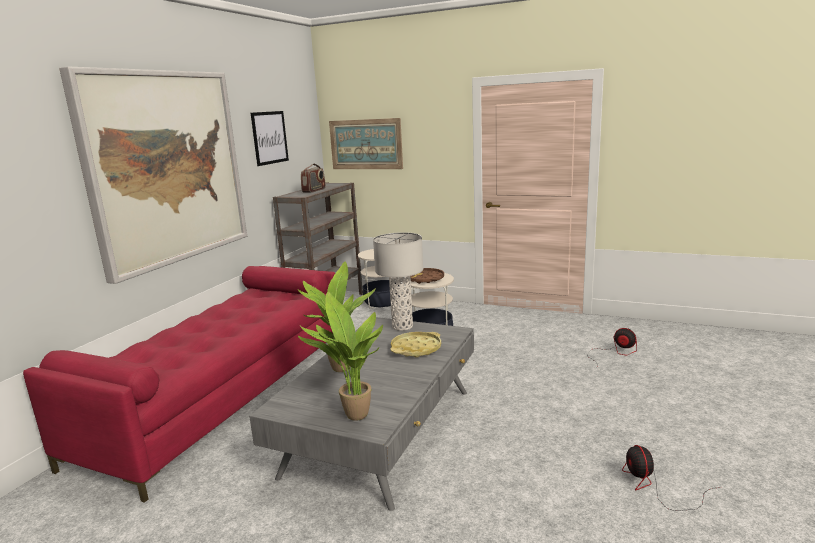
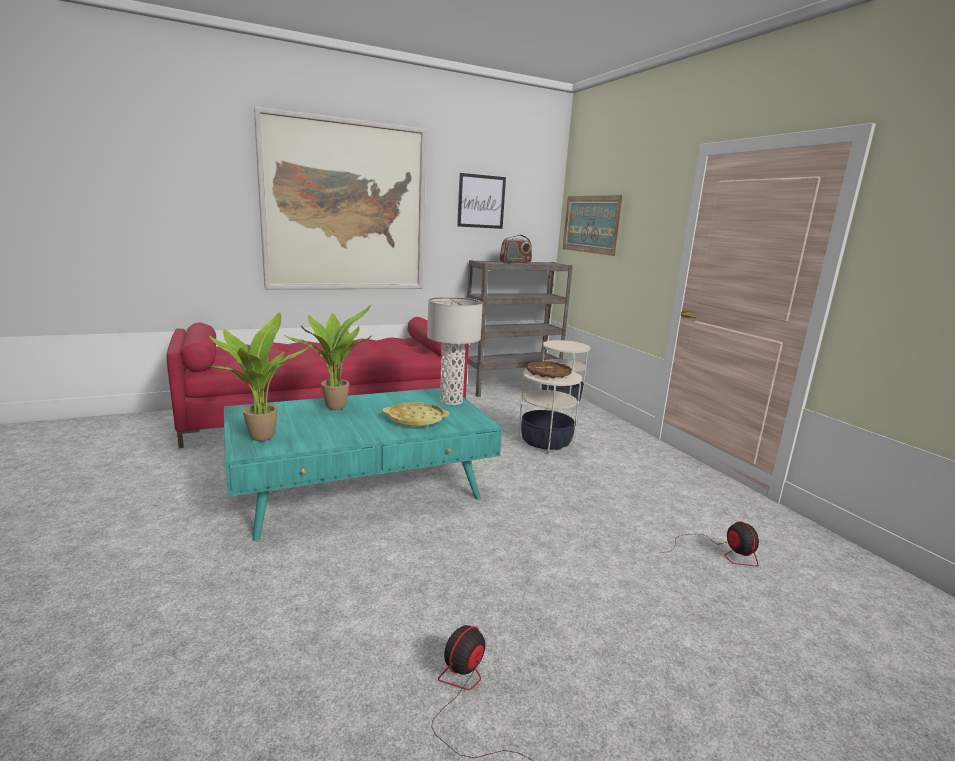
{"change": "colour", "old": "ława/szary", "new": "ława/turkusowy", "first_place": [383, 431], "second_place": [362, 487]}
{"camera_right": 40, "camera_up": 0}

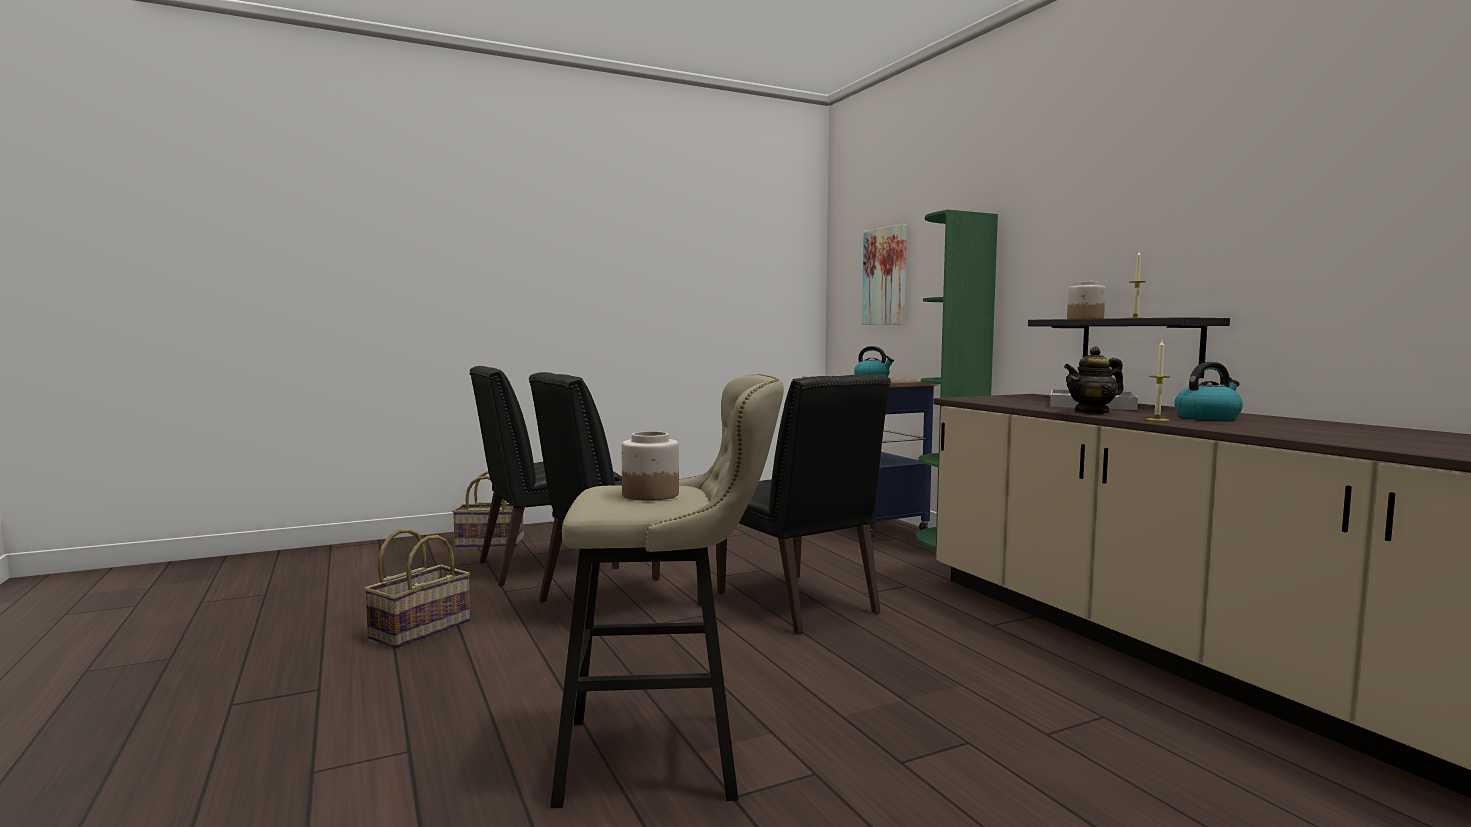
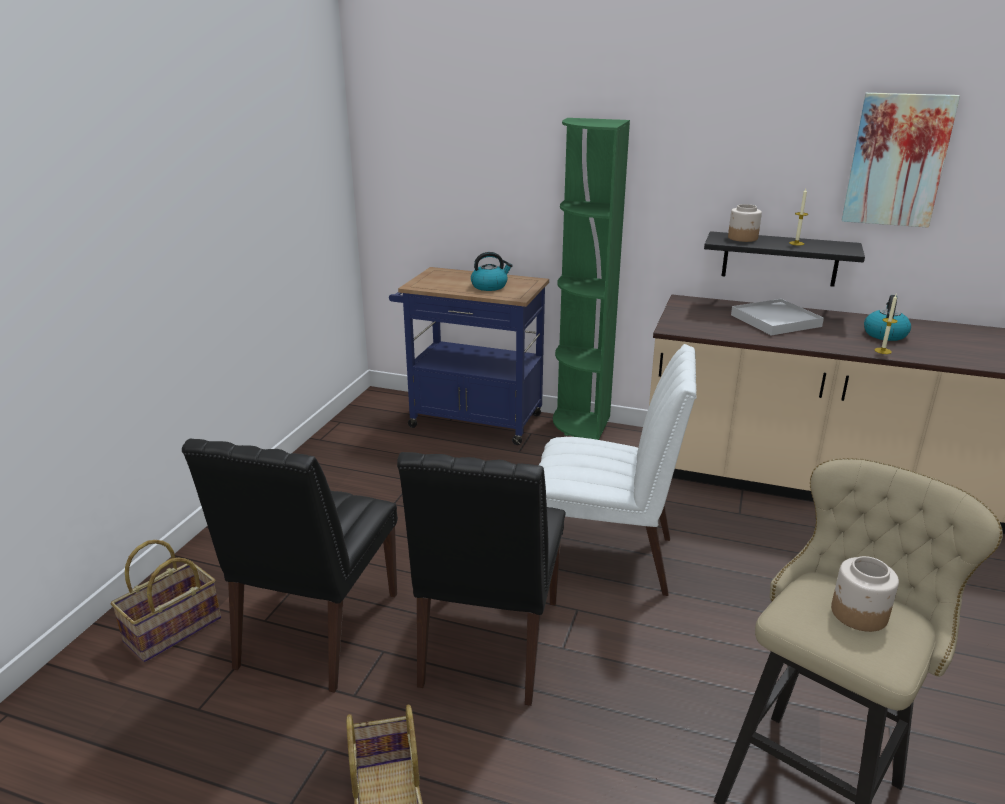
{"change": "missing", "old": "imbryk", "first_place": [1092, 412]}
{"change": "relocated", "old": "obraz", "first_place": [885, 276], "second_place": [897, 160]}
{"change": "colour", "old": "krzesło/czarny", "new": "krzesło/biały", "first_place": [795, 602], "second_place": [604, 558]}
{"camera_right": -45, "camera_up": 20}

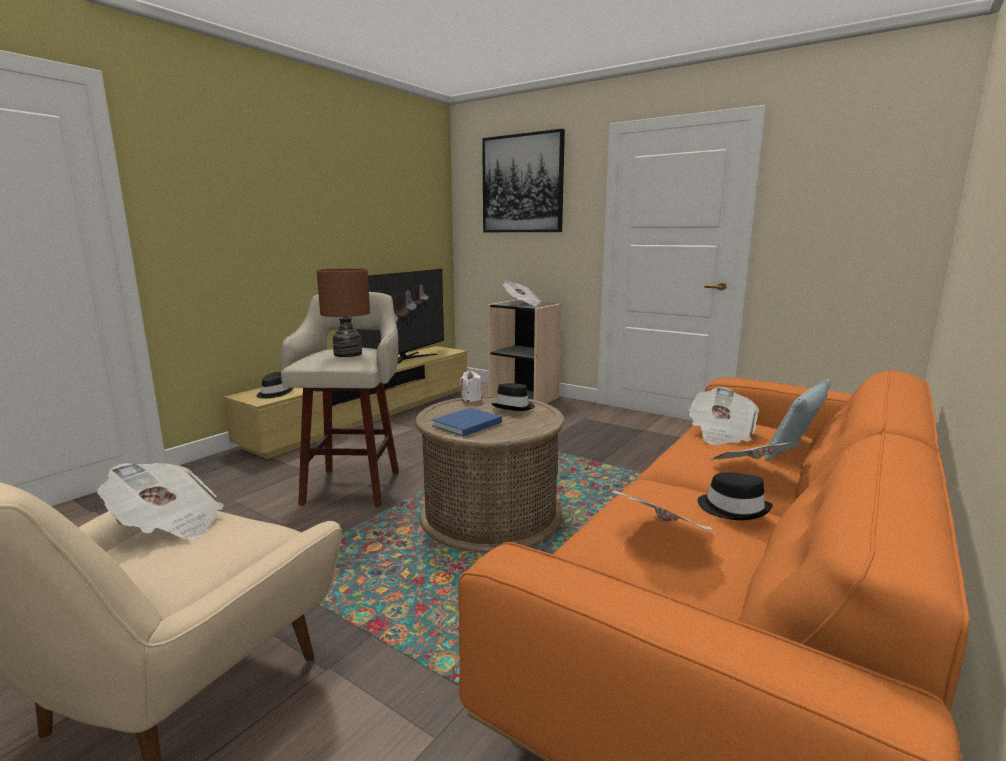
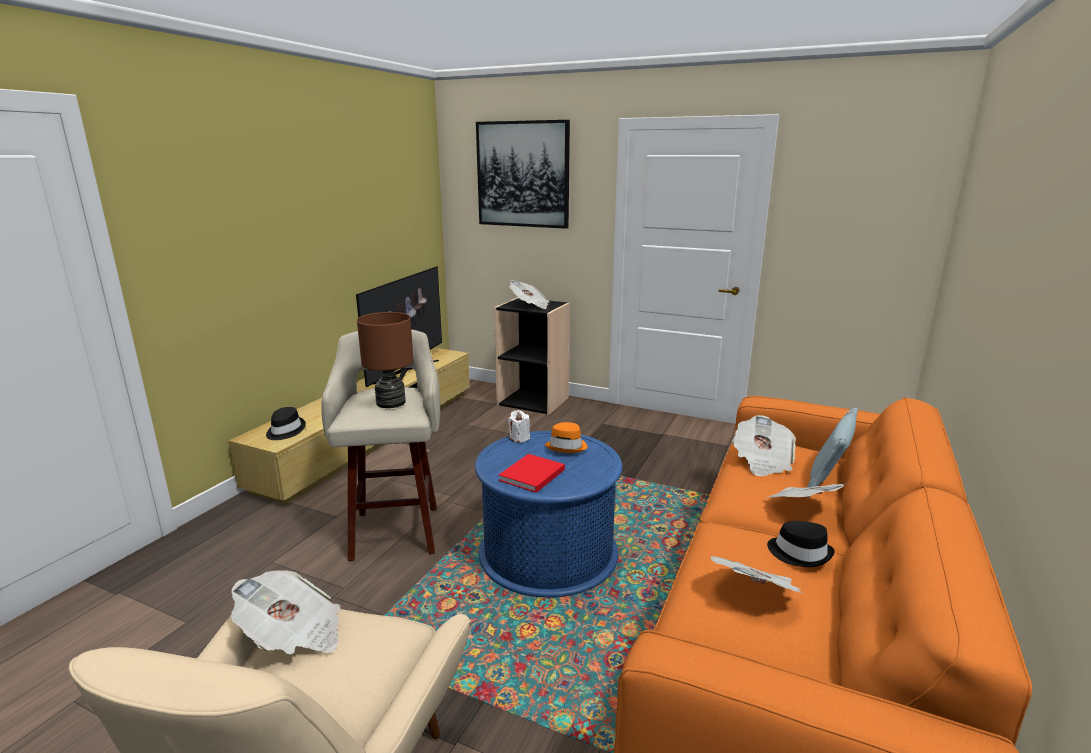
{"change": "colour", "old": "ława/brązowy", "new": "ława/niebieski", "first_place": [490, 515], "second_place": [548, 552]}
{"change": "colour", "old": "książka/niebieski", "new": "książka/czerwony", "first_place": [465, 424], "second_place": [531, 476]}
{"change": "colour", "old": "kapelusz/czarny", "new": "kapelusz/pomarańczowy", "first_place": [514, 407], "second_place": [567, 446]}
{"camera_right": -10, "camera_up": 5}

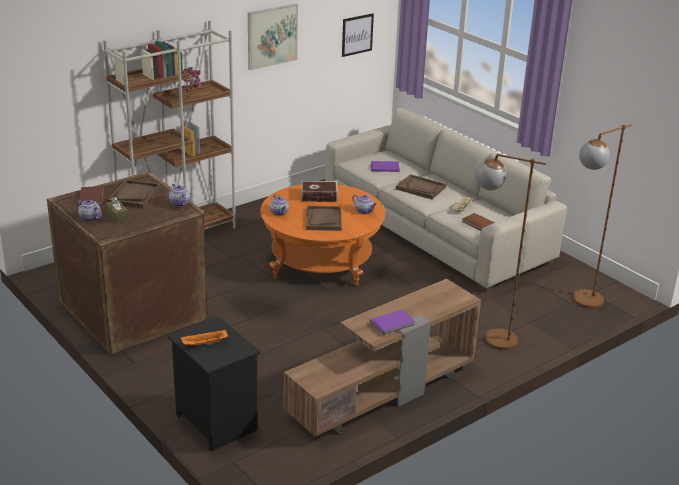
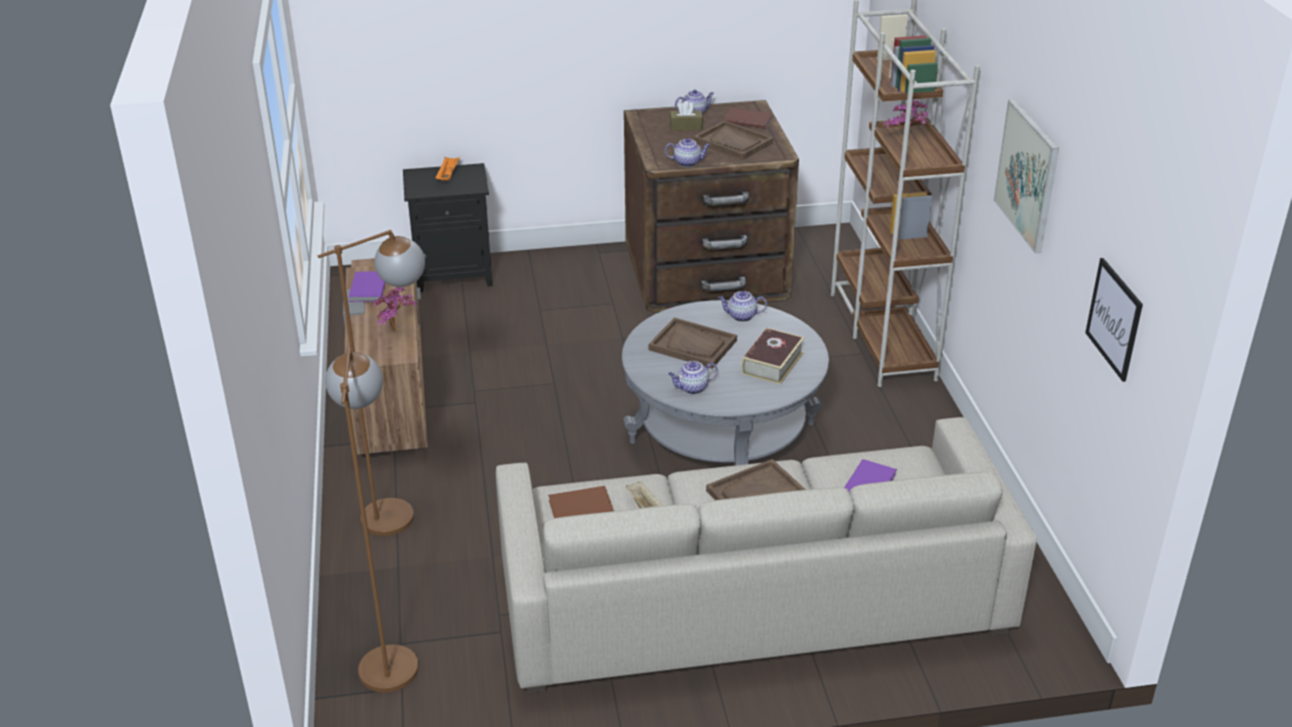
{"change": "appeared", "new": "roślina doniczkowa", "second_place": [397, 332]}
{"change": "colour", "old": "ława/pomarańczowy", "new": "ława/szary", "first_place": [321, 261], "second_place": [722, 433]}
{"camera_right": 120, "camera_up": 5}

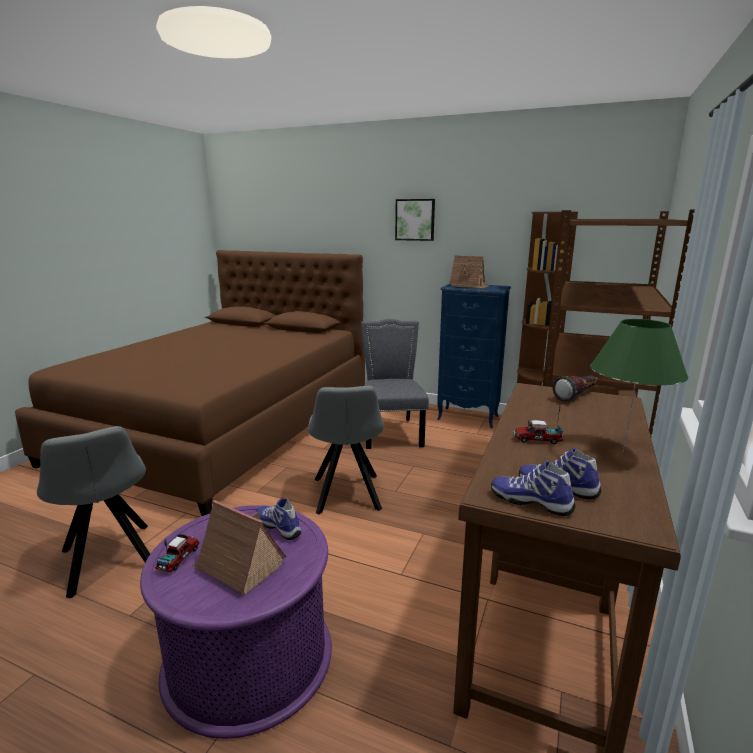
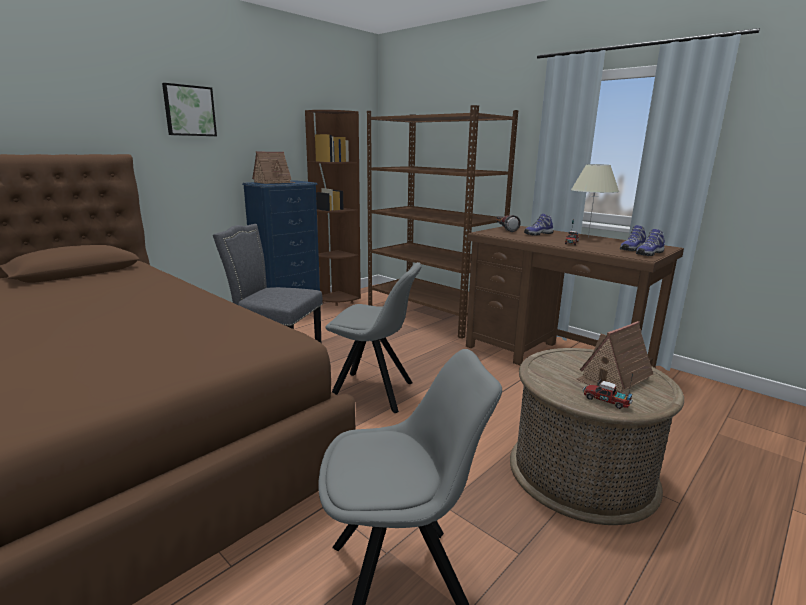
{"change": "relocated", "old": "but", "first_place": [279, 527], "second_place": [537, 234]}
{"change": "colour", "old": "ława/fioletowy", "new": "ława/brązowy", "first_place": [249, 656], "second_place": [582, 472]}
{"change": "colour", "old": "lampa stołowa/zielony", "new": "lampa stołowa/beżowy", "first_place": [623, 452], "second_place": [588, 237]}
{"camera_right": -70, "camera_up": 0}

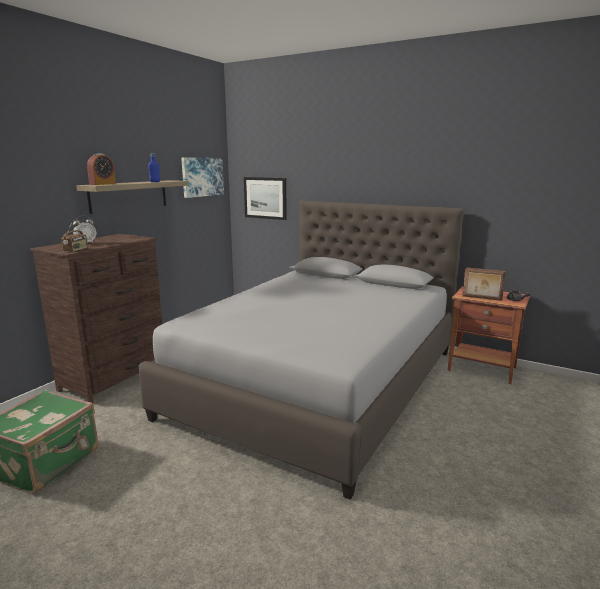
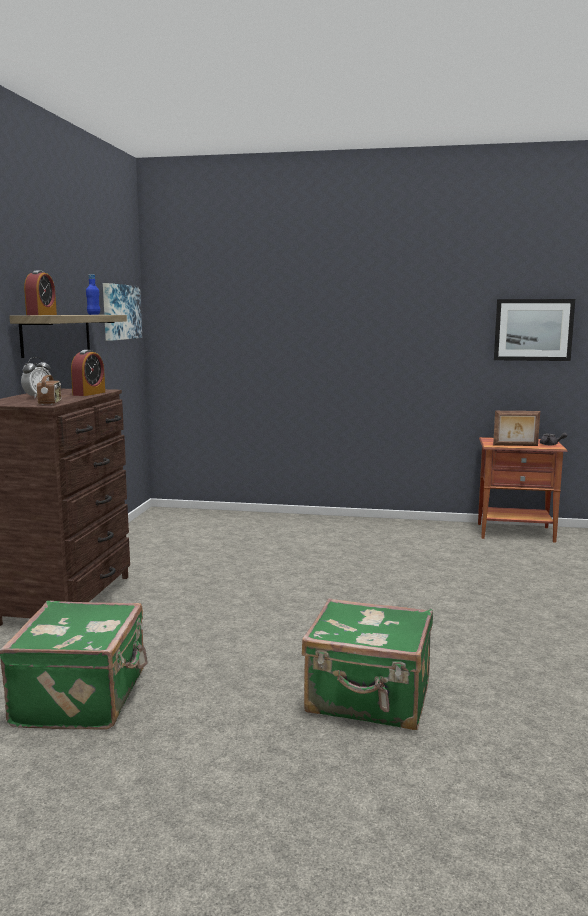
{"change": "missing", "old": "łóżko/szary", "first_place": [320, 382]}
{"change": "appeared", "new": "budzik", "second_place": [89, 393]}
{"change": "appeared", "new": "walizka/zielony", "second_place": [369, 699]}
{"change": "relocated", "old": "obraz", "first_place": [265, 198], "second_place": [533, 330]}
{"camera_right": -20, "camera_up": -5}

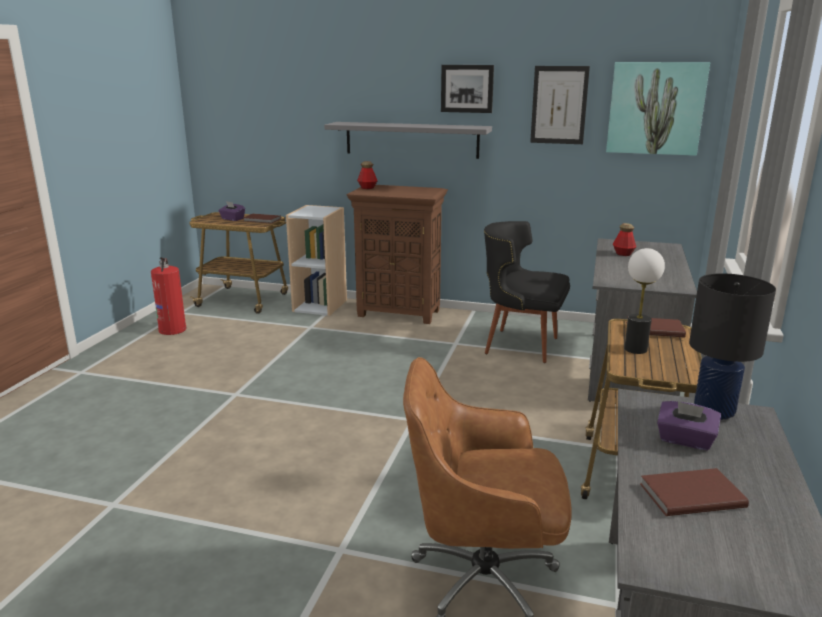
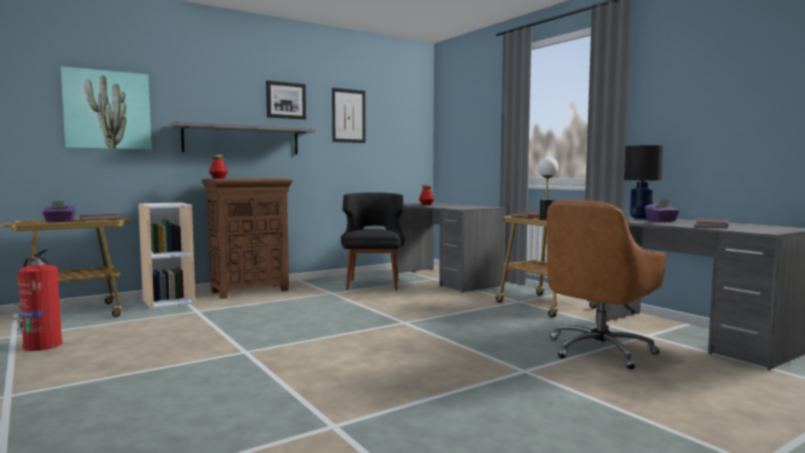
{"change": "relocated", "old": "obraz", "first_place": [655, 108], "second_place": [107, 110]}
{"change": "spun", "old": "krzesło/czarny", "first_place": [522, 346], "second_place": [373, 285], "degrees": 120}
{"camera_right": -50, "camera_up": -15}

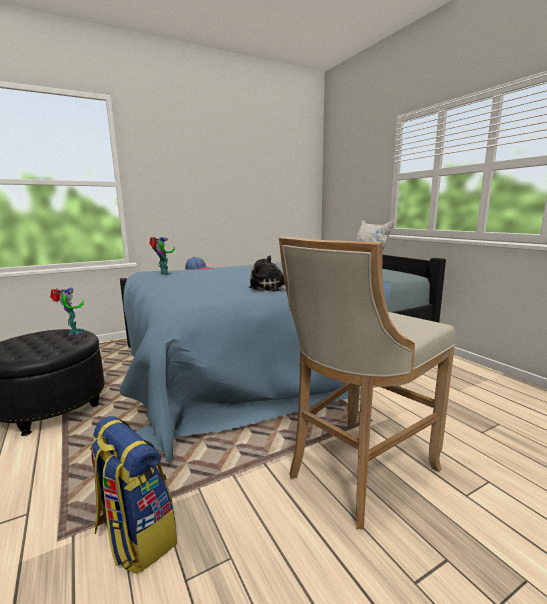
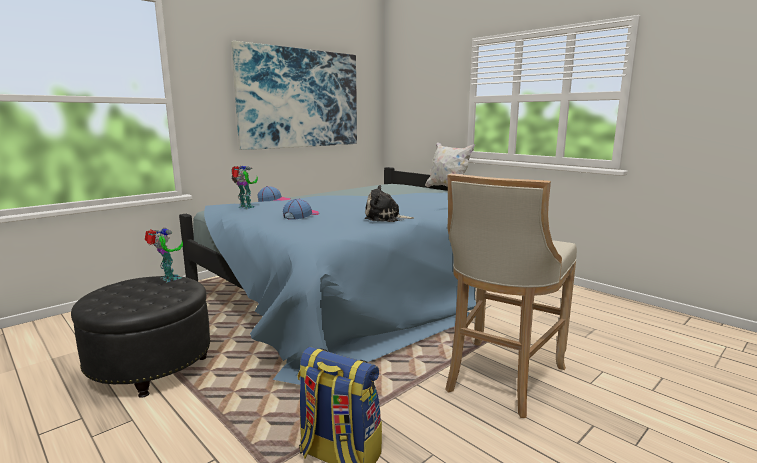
{"change": "appeared", "new": "obraz", "second_place": [300, 99]}
{"change": "appeared", "new": "czapka z daszkiem", "second_place": [301, 215]}
{"camera_right": -15, "camera_up": 0}

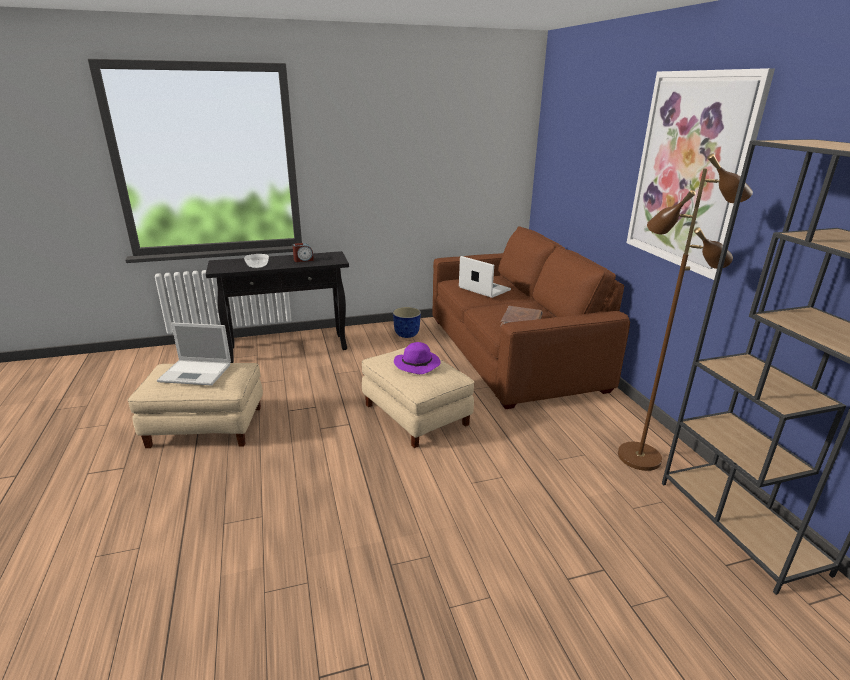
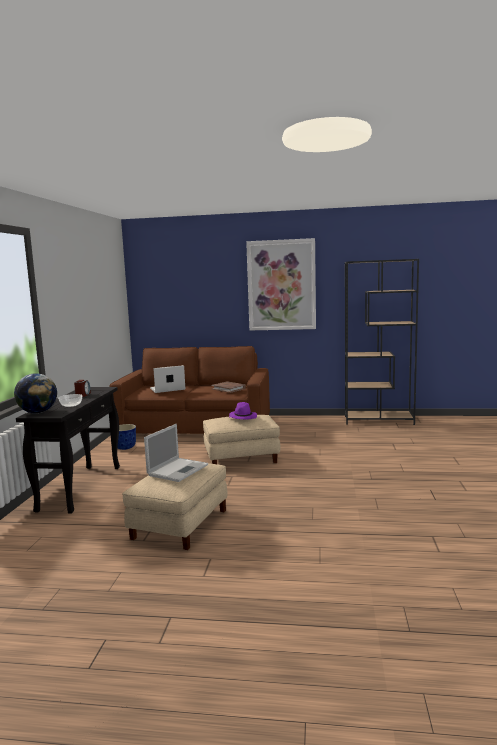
{"change": "missing", "old": "lampa stojąca/brązowy", "first_place": [639, 456]}
{"change": "appeared", "new": "globus", "second_place": [38, 412]}
{"camera_right": -65, "camera_up": -15}

